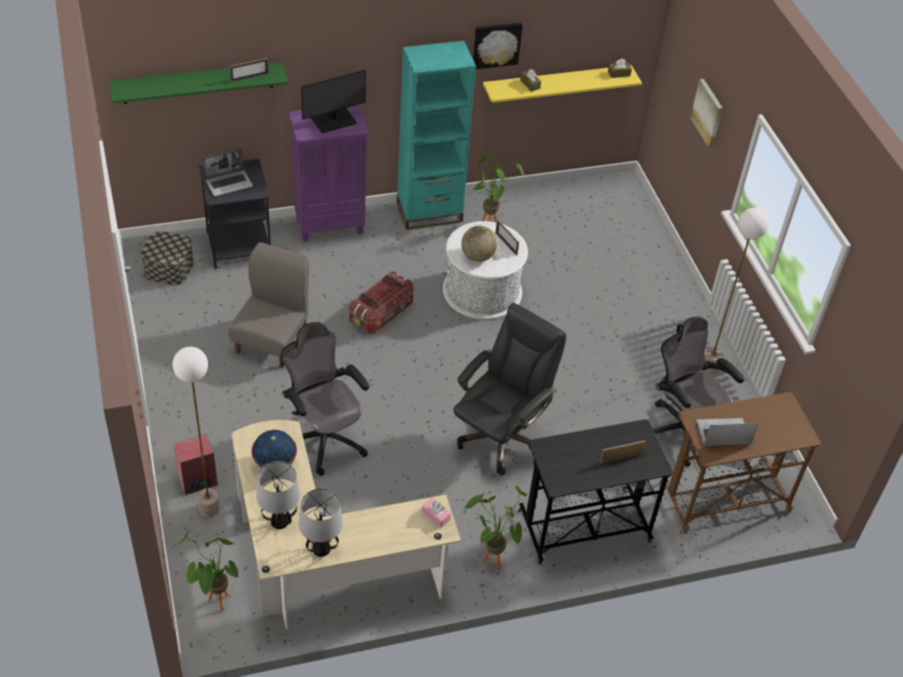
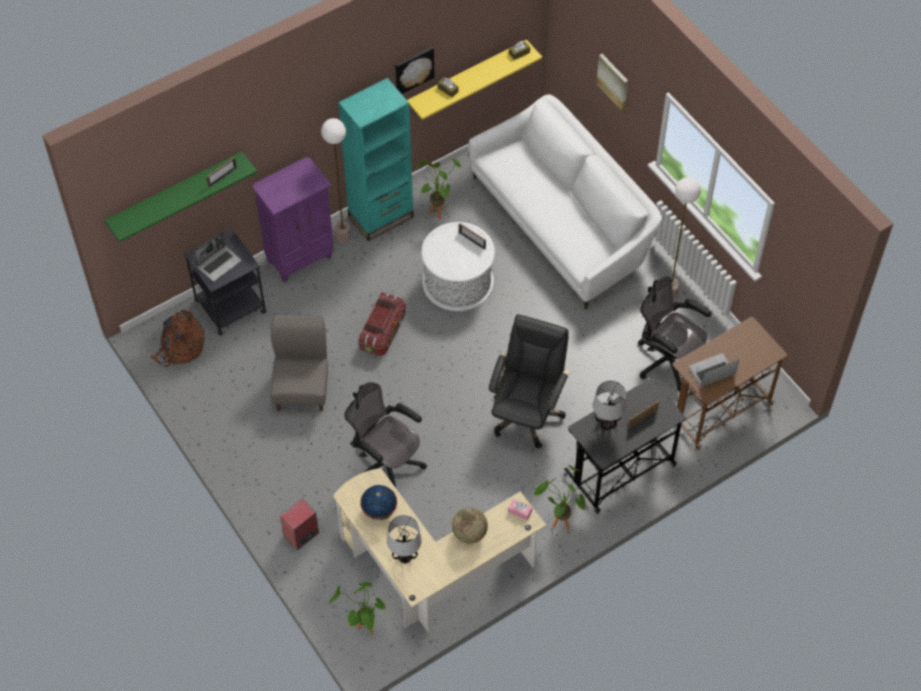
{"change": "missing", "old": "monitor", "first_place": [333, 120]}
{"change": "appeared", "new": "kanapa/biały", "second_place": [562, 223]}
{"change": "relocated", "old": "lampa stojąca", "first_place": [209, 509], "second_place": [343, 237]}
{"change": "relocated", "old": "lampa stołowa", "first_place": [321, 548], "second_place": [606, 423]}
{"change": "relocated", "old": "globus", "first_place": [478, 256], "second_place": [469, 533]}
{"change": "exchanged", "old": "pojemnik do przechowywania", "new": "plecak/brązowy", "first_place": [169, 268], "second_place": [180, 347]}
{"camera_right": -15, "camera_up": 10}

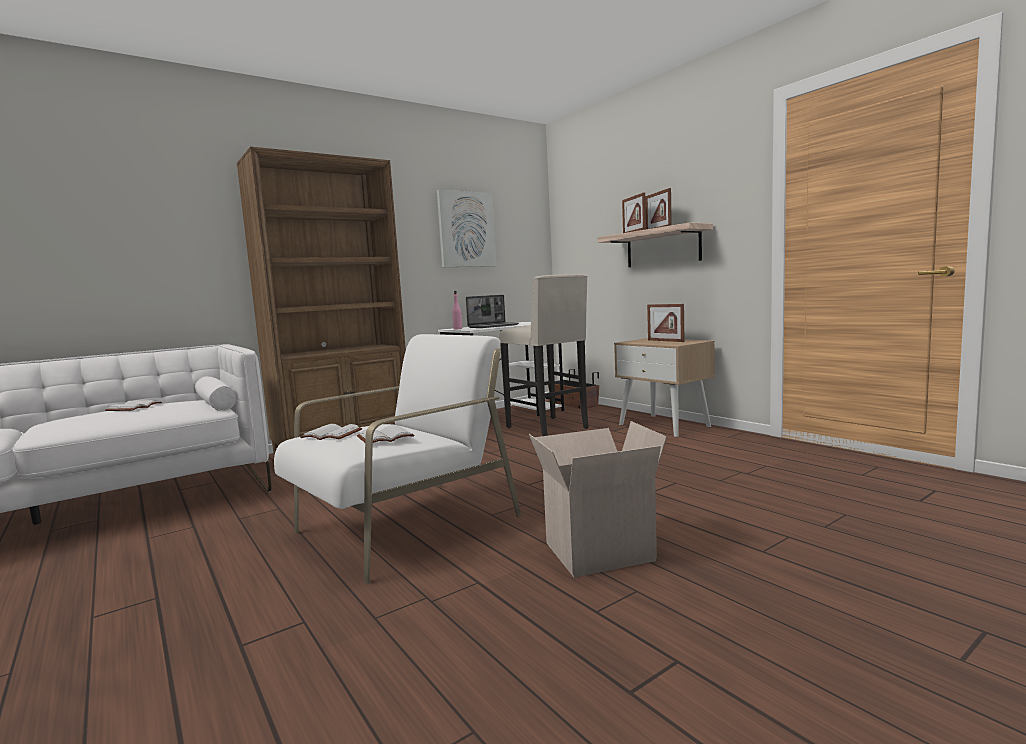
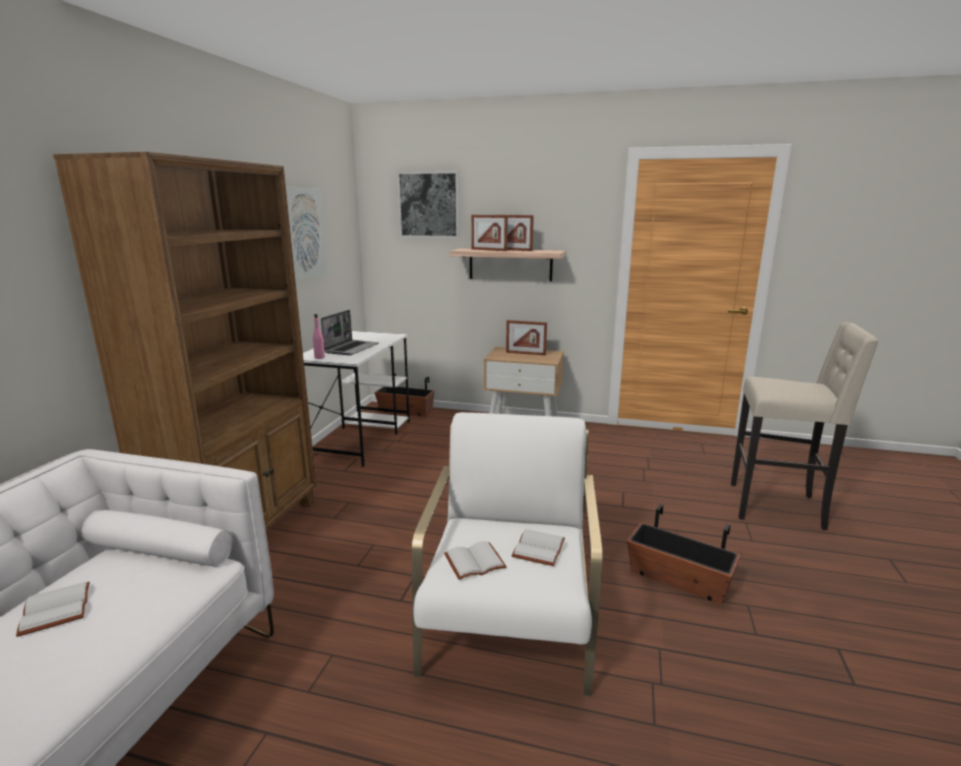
{"change": "appeared", "new": "obraz", "second_place": [429, 205]}
{"change": "relocated", "old": "stołek/beżowy", "first_place": [549, 428], "second_place": [778, 507]}
{"change": "exchanged", "old": "karton", "new": "donica", "first_place": [599, 550], "second_place": [678, 579]}
{"camera_right": -40, "camera_up": 10}

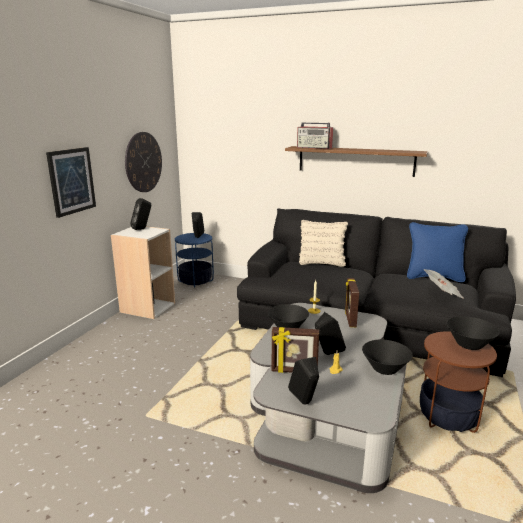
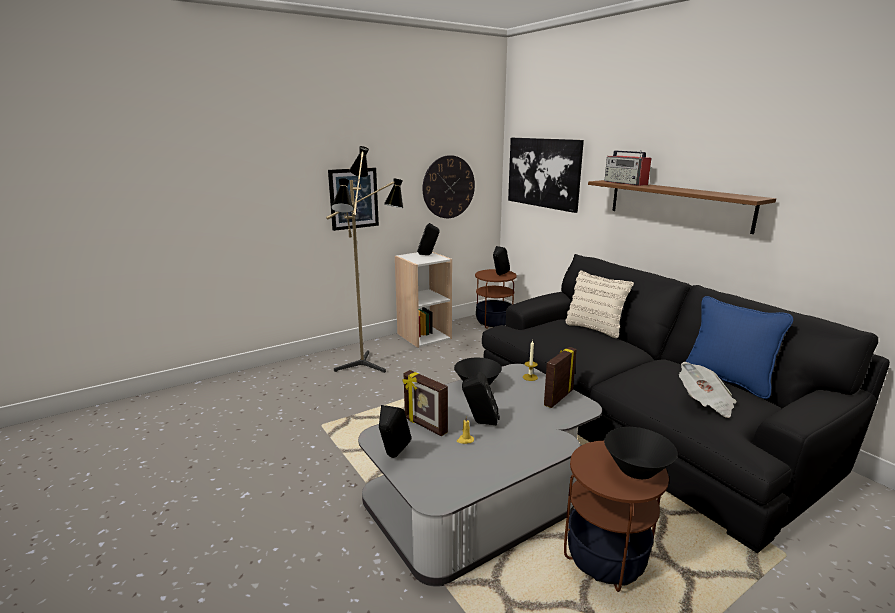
{"change": "missing", "old": "miska/czarny", "first_place": [384, 369]}
{"change": "appeared", "new": "lampa stojąca", "second_place": [368, 365]}
{"change": "appeared", "new": "obraz", "second_place": [543, 173]}
{"change": "colour", "old": "stolik/niebieski", "new": "stolik/brązowy", "first_place": [196, 282], "second_place": [494, 323]}
{"camera_right": 35, "camera_up": 0}

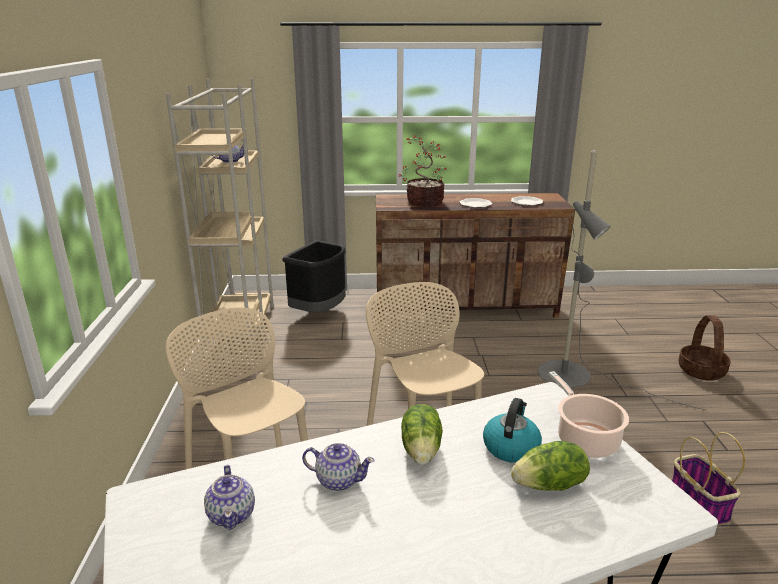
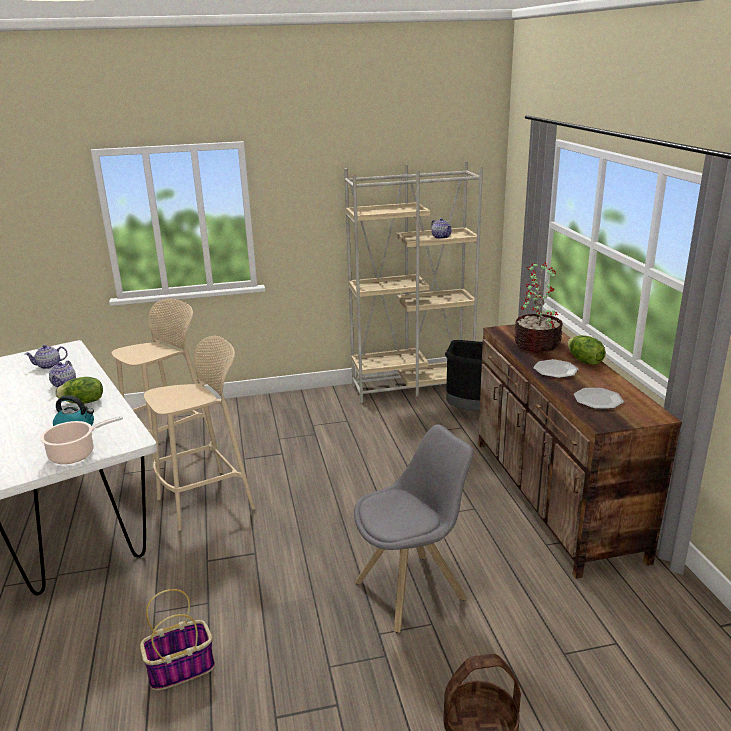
{"change": "relocated", "old": "sałata", "first_place": [550, 485], "second_place": [584, 361]}
{"change": "exchanged", "old": "lampa stojąca/szary", "new": "krzesło/szary", "first_place": [576, 376], "second_place": [411, 590]}
{"camera_right": 80, "camera_up": 0}

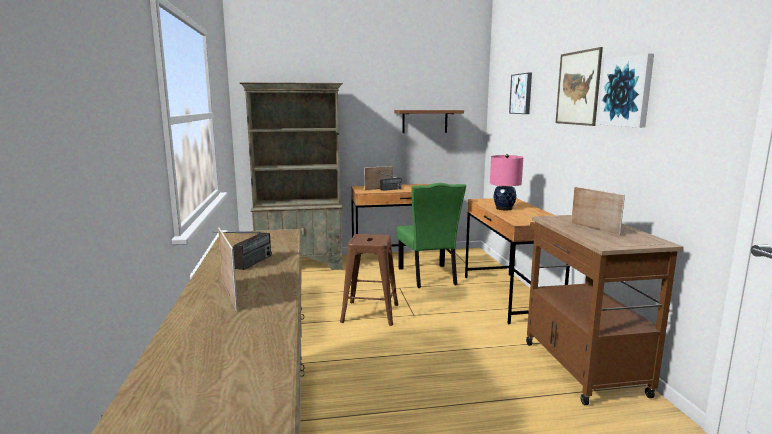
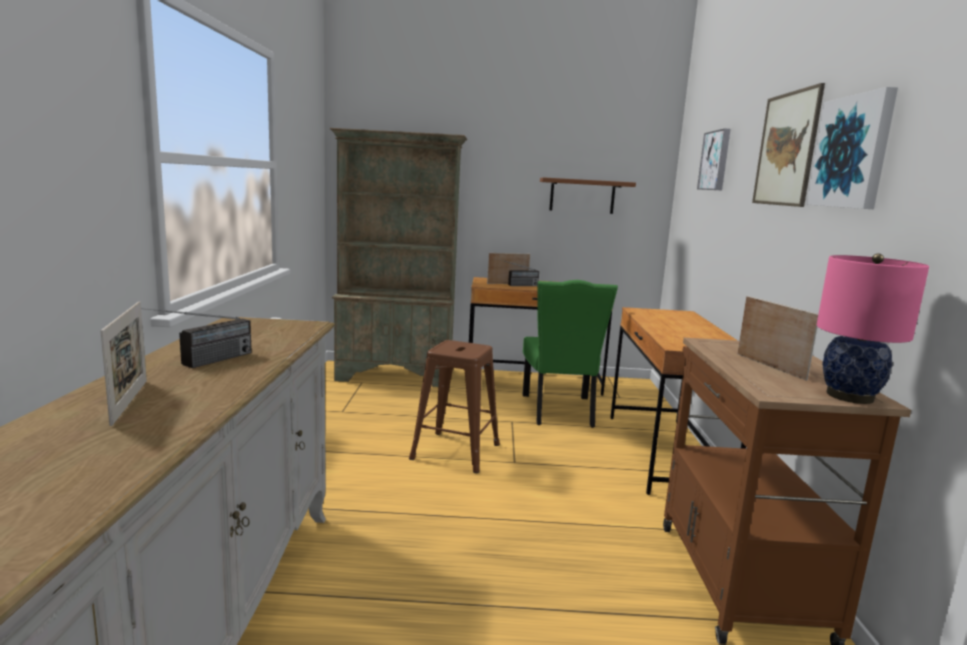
{"change": "relocated", "old": "lampa stołowa/różowy", "first_place": [504, 208], "second_place": [849, 396]}
{"camera_right": 10, "camera_up": 0}

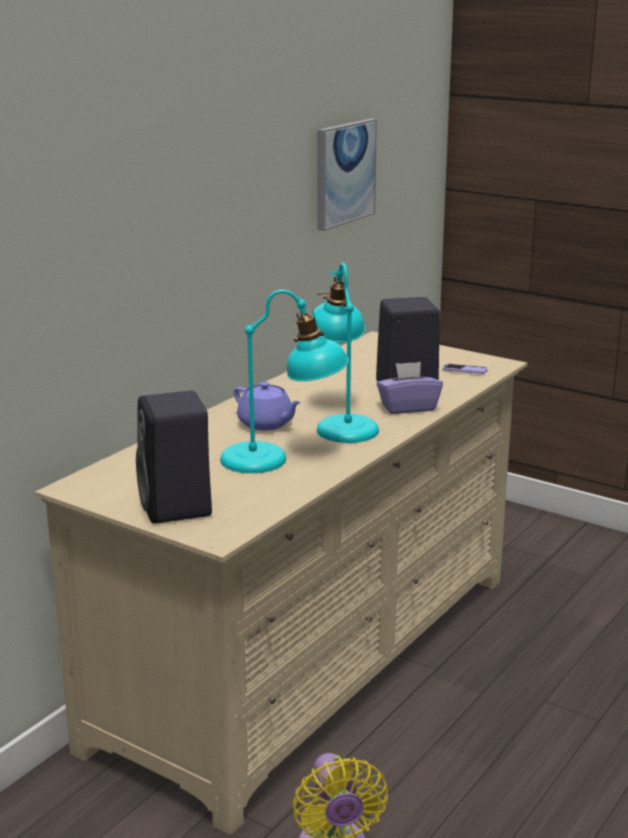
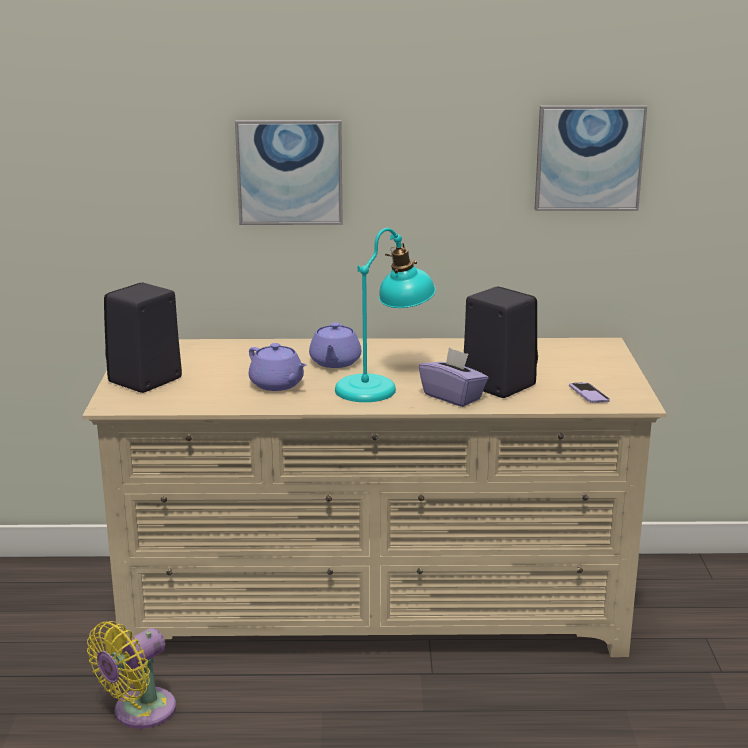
{"change": "appeared", "new": "obraz", "second_place": [289, 172]}
{"change": "exchanged", "old": "lampa stołowa/turkusowy", "new": "imbryk/fioletowy", "first_place": [282, 457], "second_place": [277, 384]}
{"camera_right": 55, "camera_up": 0}

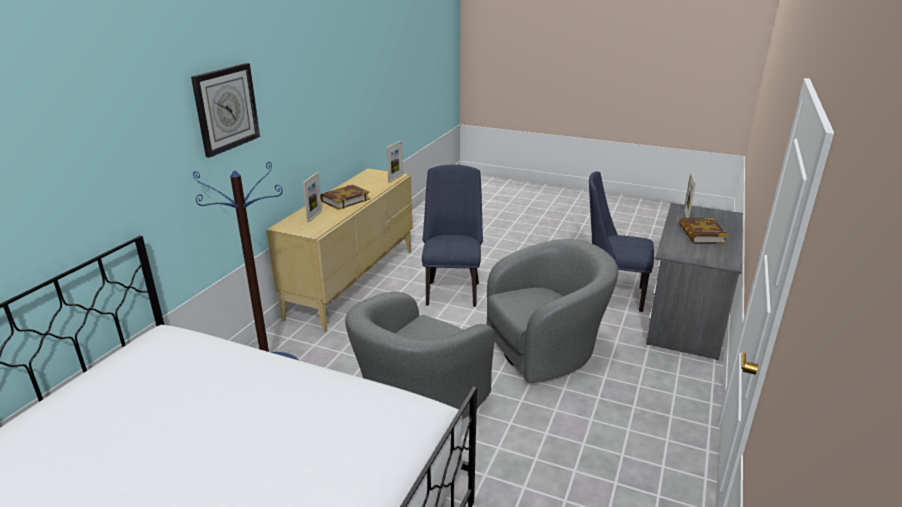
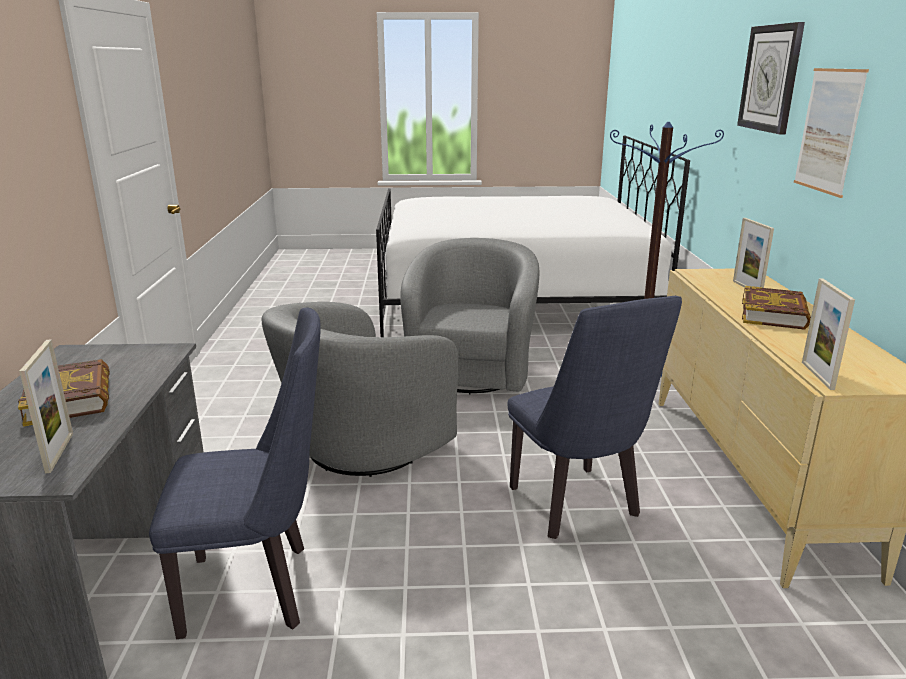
{"change": "appeared", "new": "obraz", "second_place": [828, 131]}
{"camera_right": 155, "camera_up": -5}

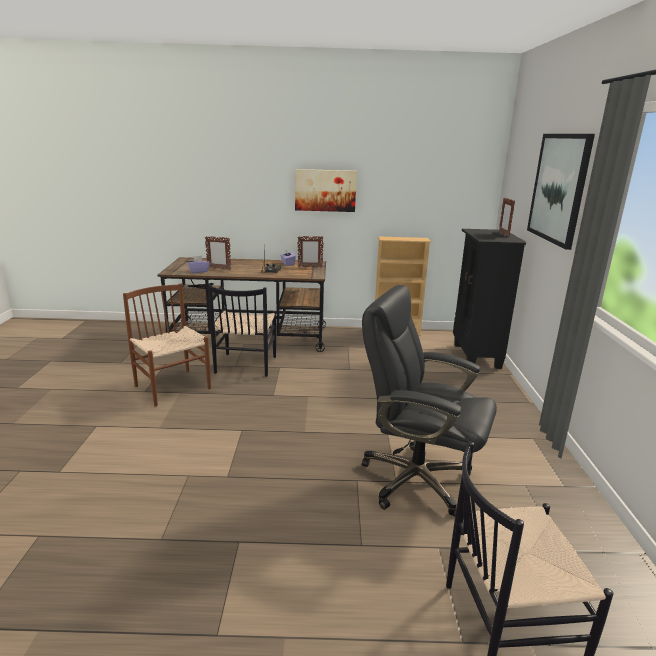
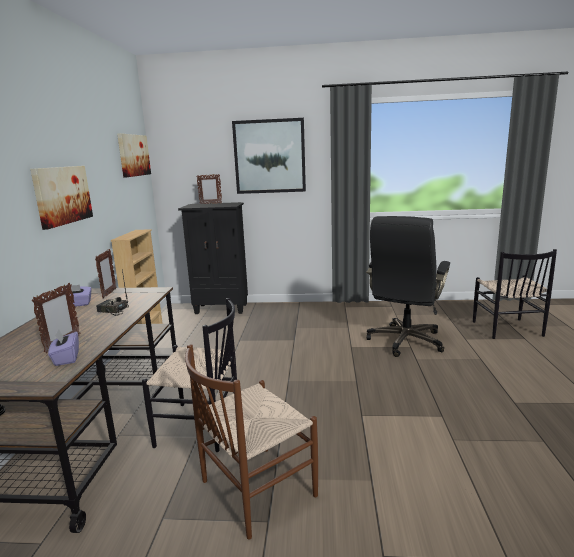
{"change": "appeared", "new": "obraz", "second_place": [133, 155]}
{"camera_right": -85, "camera_up": -5}

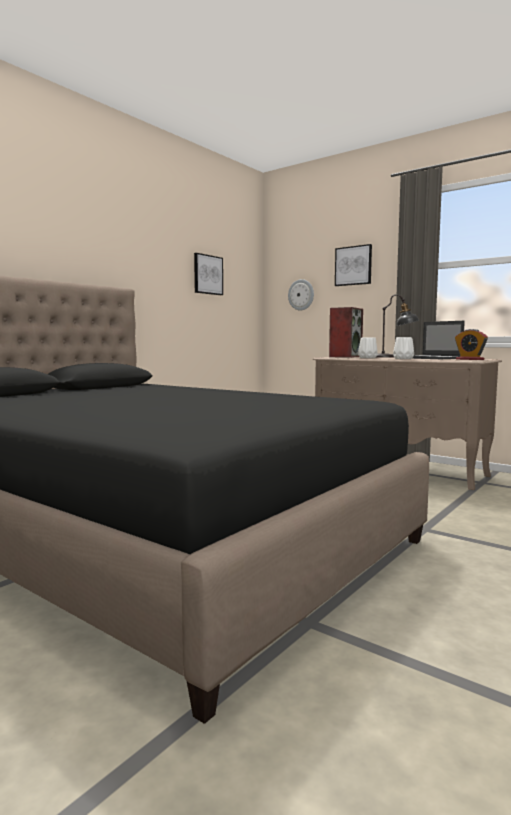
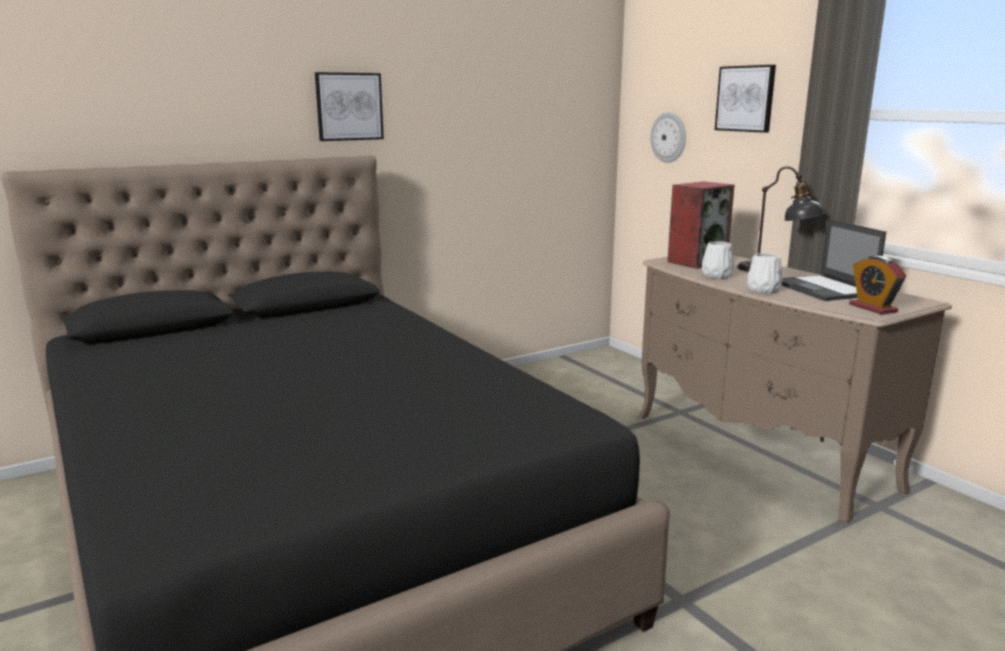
{"change": "relocated", "old": "obraz", "first_place": [207, 274], "second_place": [349, 106]}
{"camera_right": 20, "camera_up": 10}

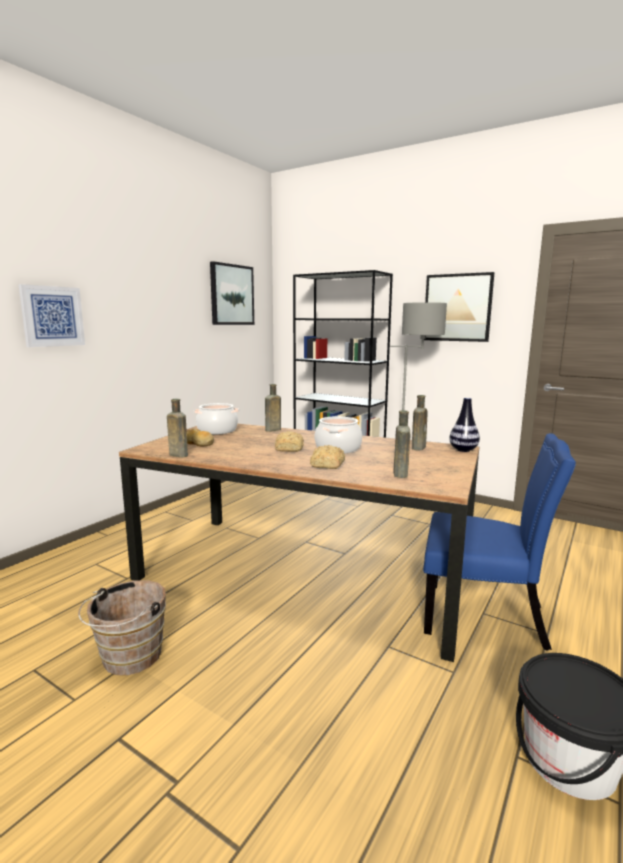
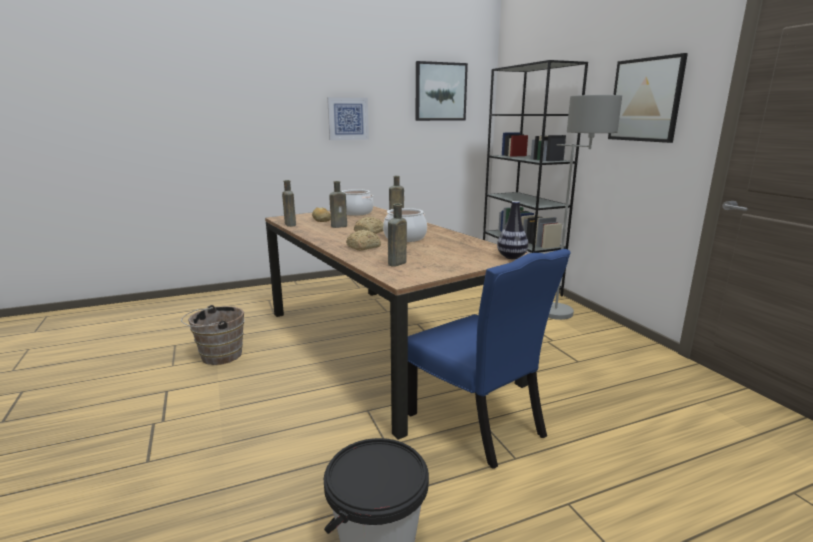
{"change": "relocated", "old": "obraz", "first_place": [52, 316], "second_place": [348, 119]}
{"change": "relocated", "old": "butelka/brązowy", "first_place": [419, 447], "second_place": [340, 226]}
{"camera_right": 35, "camera_up": 5}

